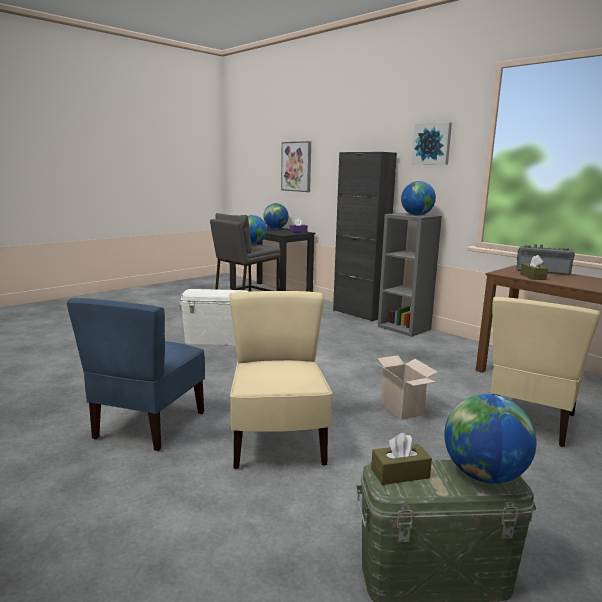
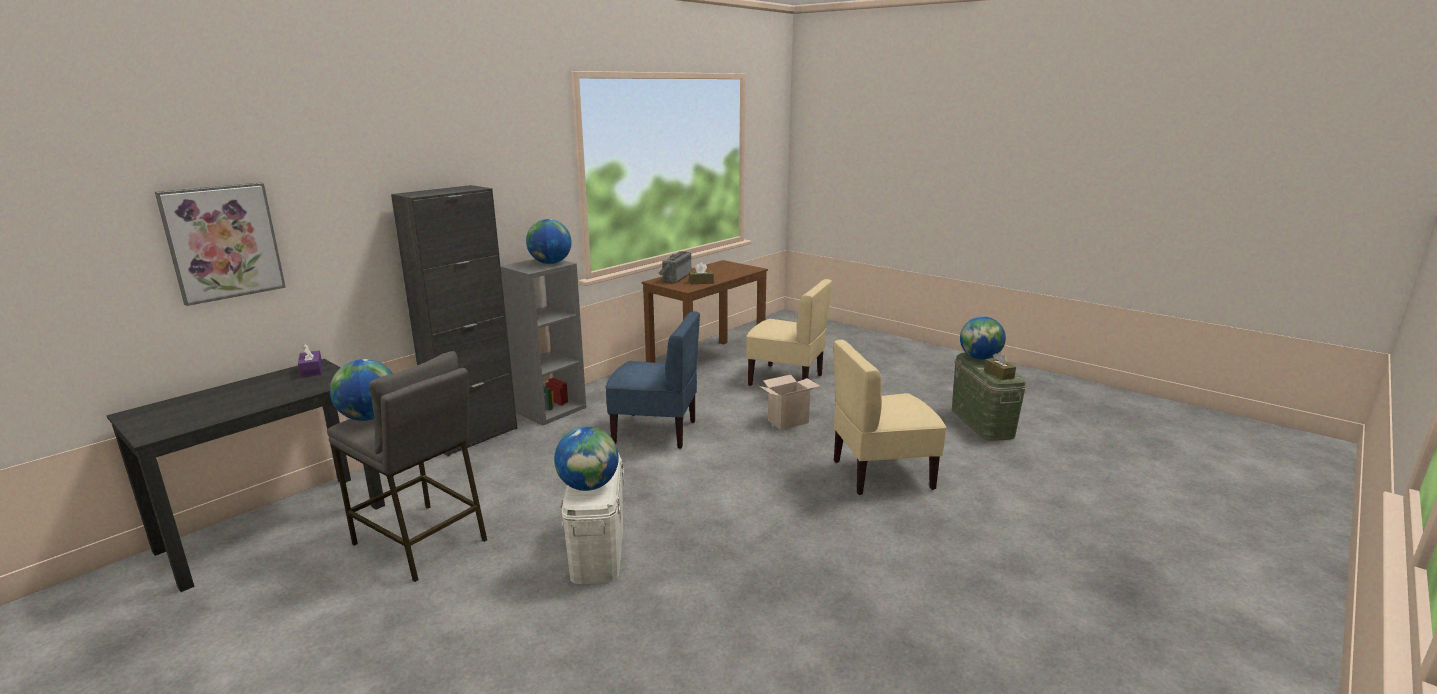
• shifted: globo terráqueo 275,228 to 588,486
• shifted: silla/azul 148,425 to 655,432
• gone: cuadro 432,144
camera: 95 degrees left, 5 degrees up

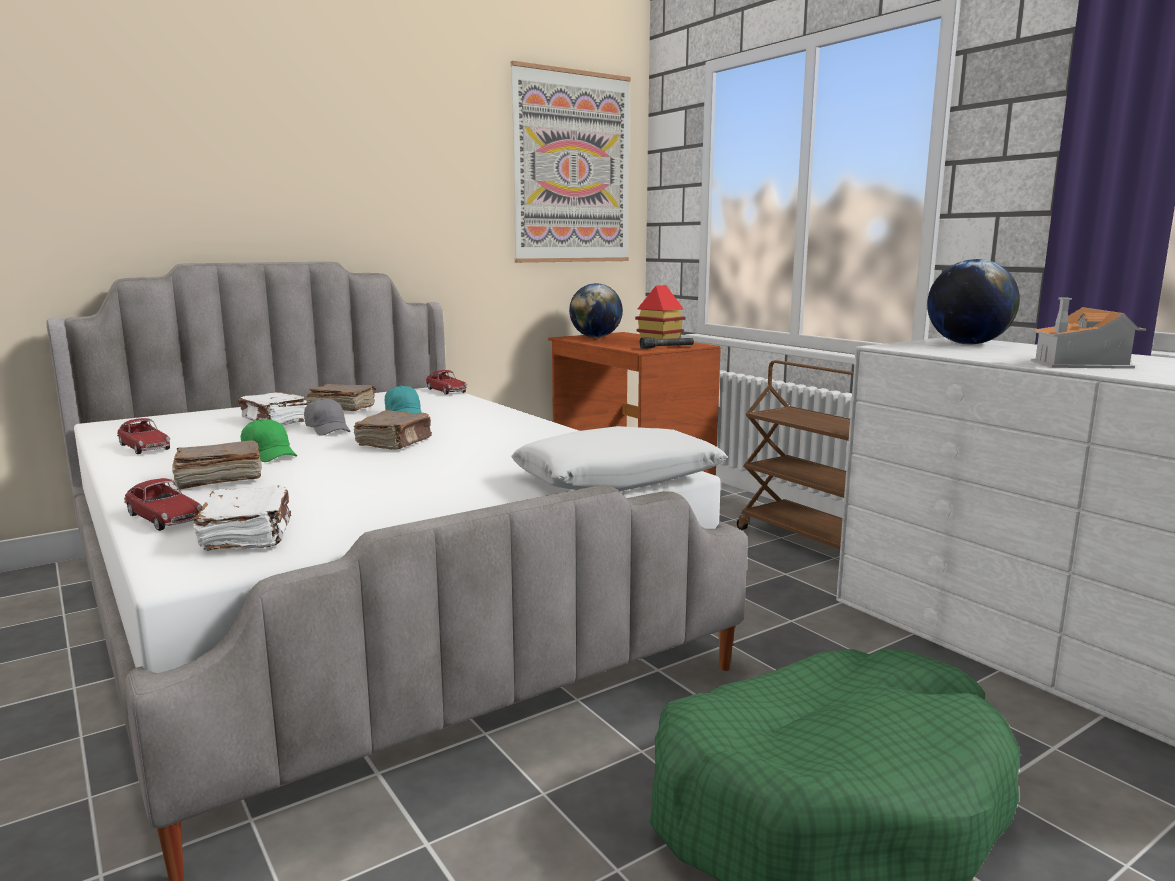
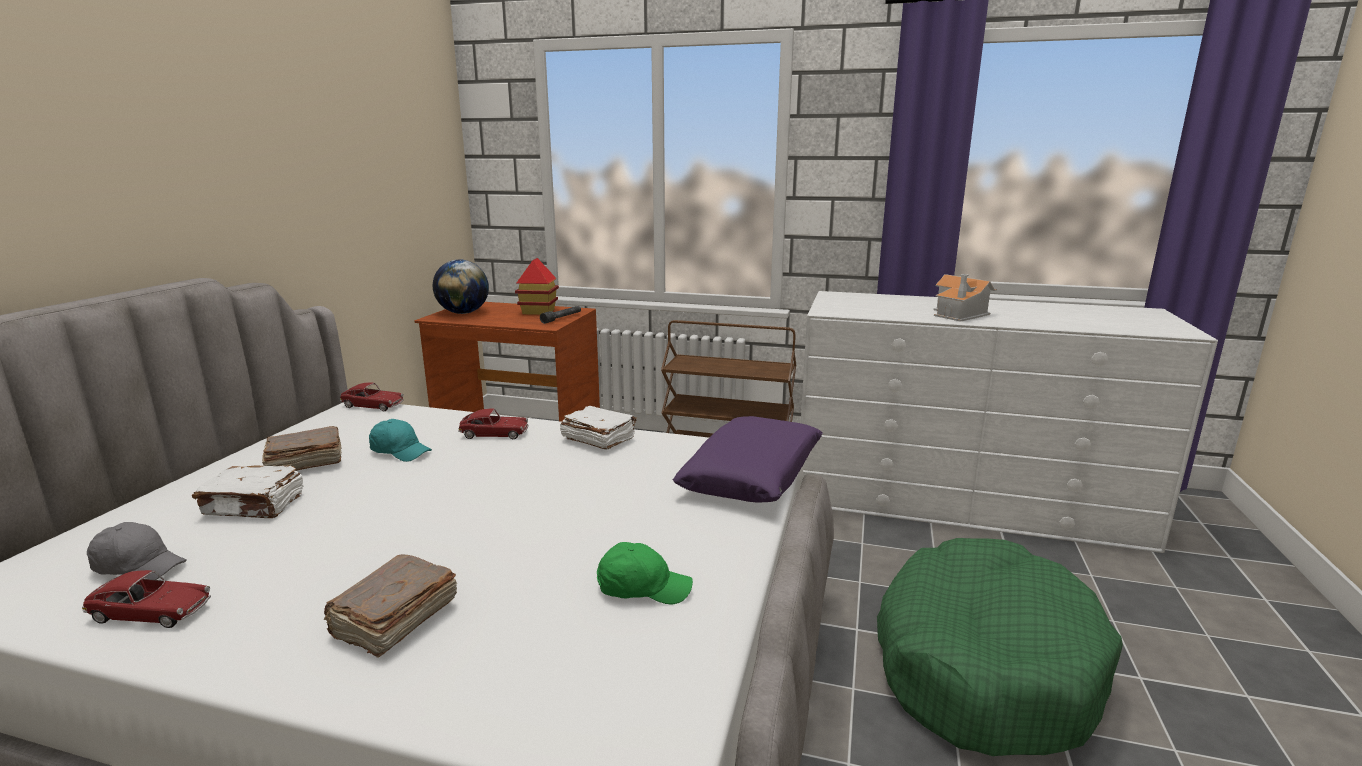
• shifted: gorra/gris 328,429 to 140,567
• shifted: coche de juguete 164,518 to 494,434
• shifted: libro/blanco 249,536 to 598,439
• shifted: gorra/verde 270,454 to 643,588
• repainted: cojín/blanco 618,479 to cojín/morado 752,474
• gone: libro/marrón 395,443
• gone: cuadro 572,168
• gone: globo terráqueo 967,344
camera: 40 degrees left, 5 degrees up

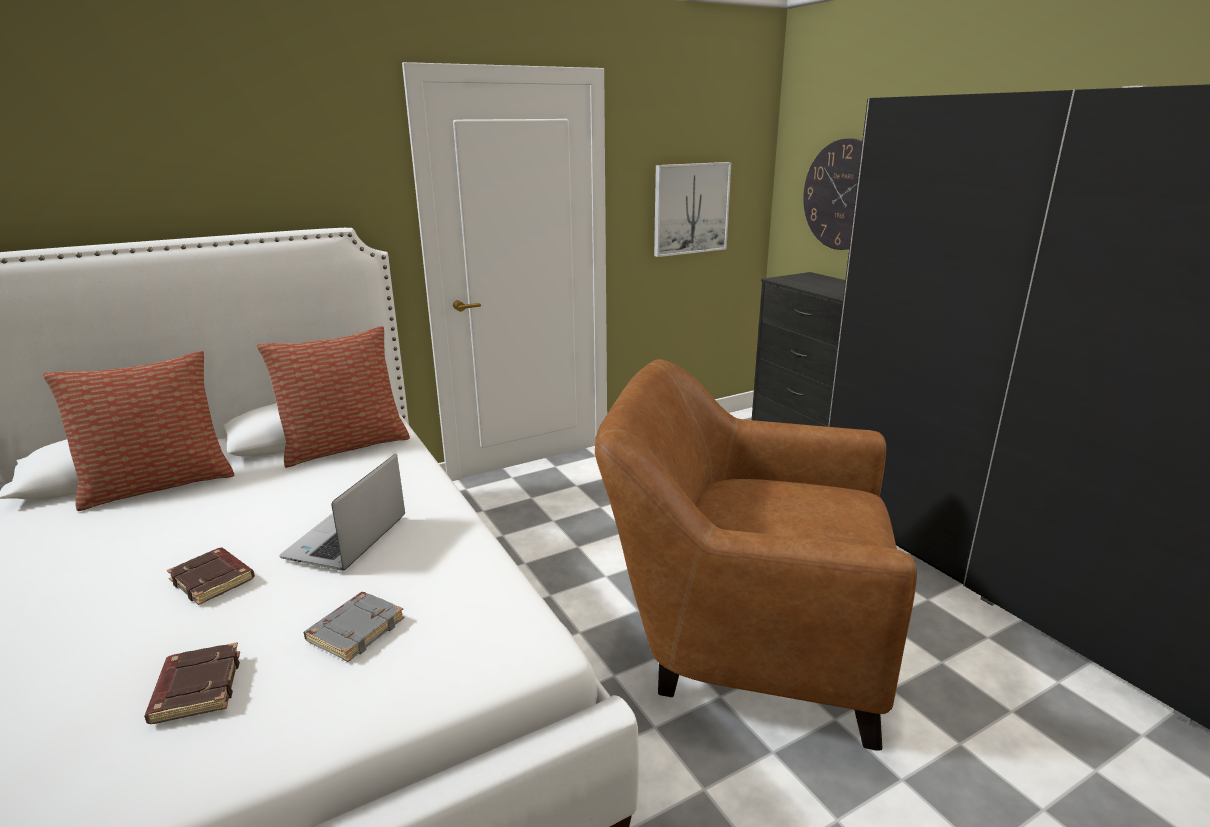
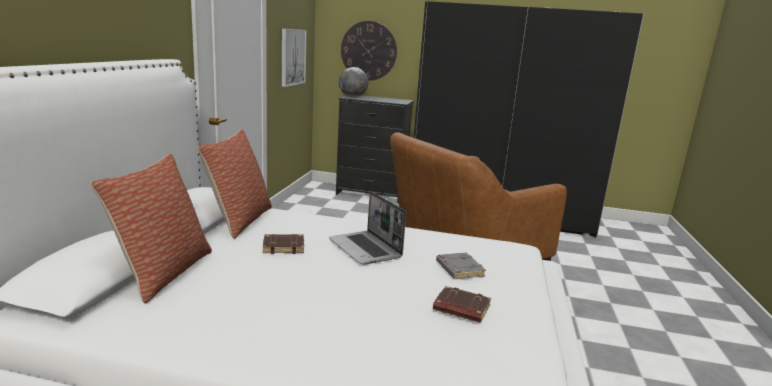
• shifted: libro/marrón 214,580 to 284,247
• new: globo terráqueo 352,97
camera: 50 degrees left, 5 degrees down

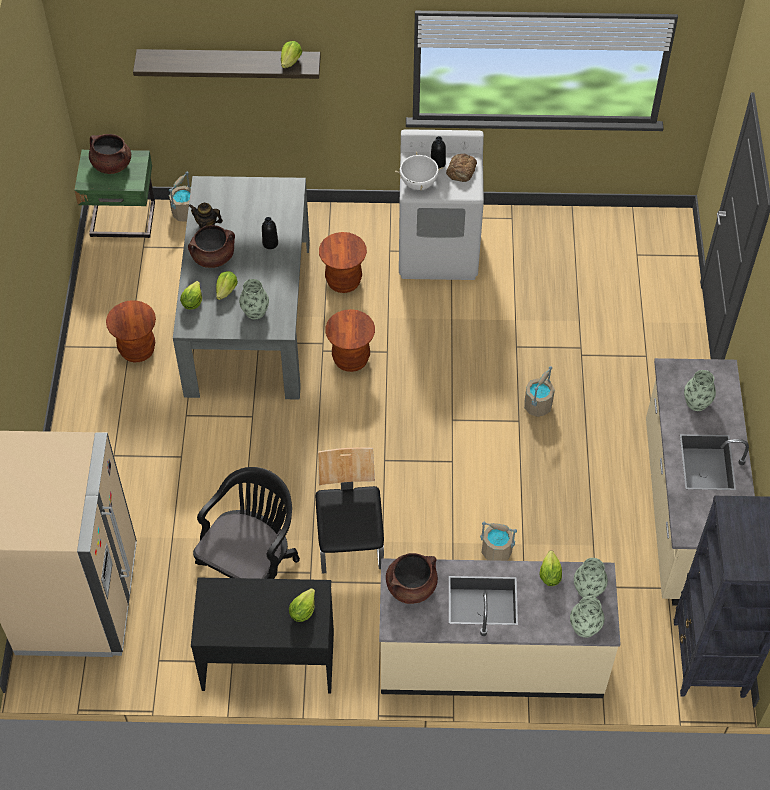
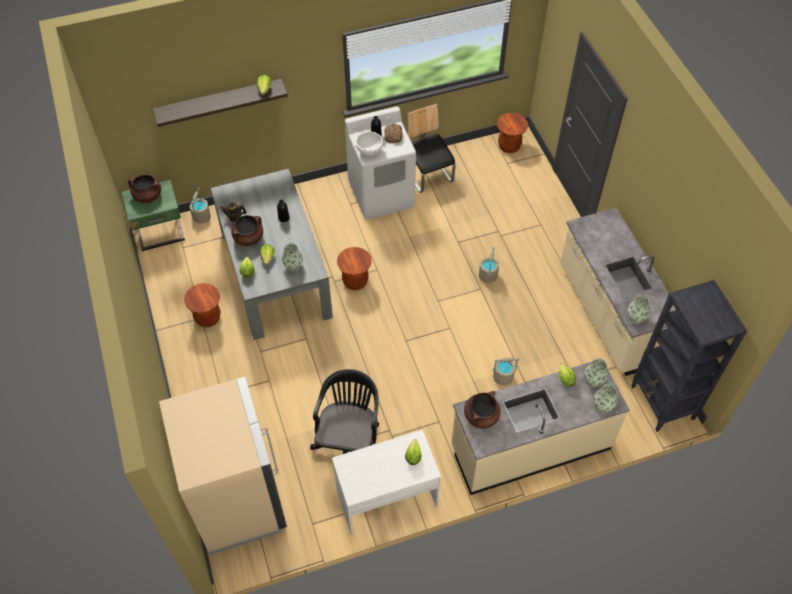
• repainted: escritorio/negro 268,659 to escritorio/blanco 386,497
• shifted: silla 351,543 to 428,175
• shifted: taburete/marrón 343,281 to 509,146
• shifted: florero 696,402 to 635,317
camera: 20 degrees left, 0 degrees up

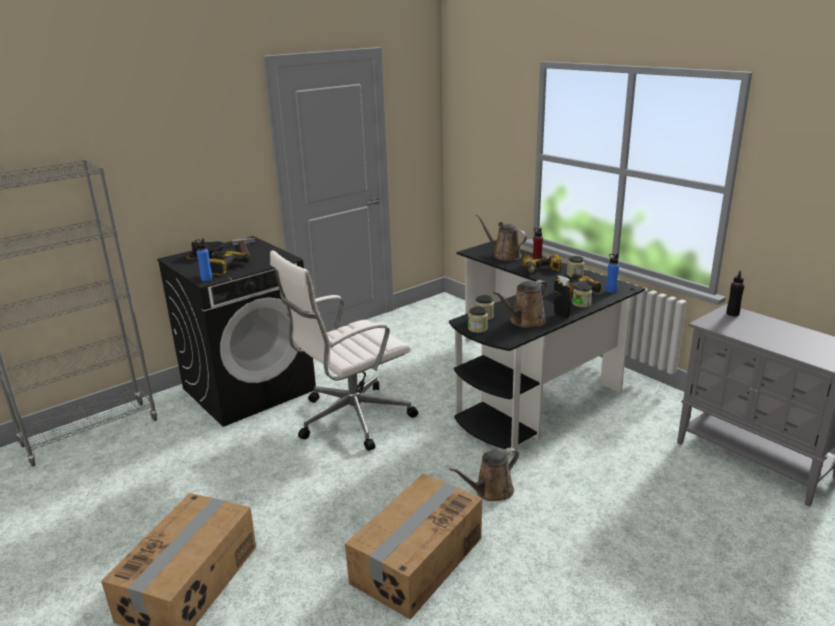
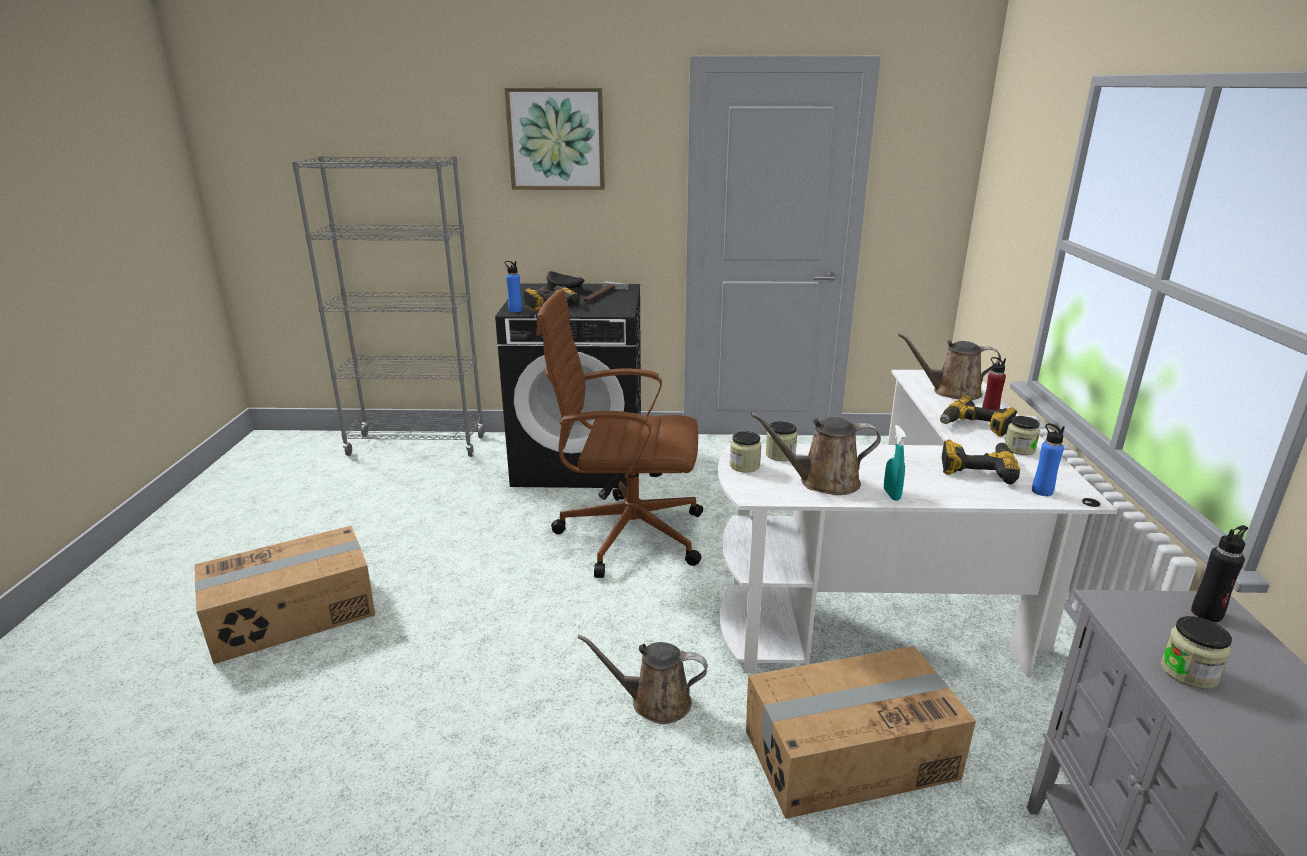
• new: cuadro 556,139
• repainted: silla de oficina/blanco 350,419 to silla de oficina/marrón 626,534
• repainted: escritorio/negro 533,383 to escritorio/blanco 902,597
• shifted: caja de cartón 416,560 to 848,753
• repainted: pulverizador/negro 561,315 to pulverizador/turquesa 891,494
• rotated: regadera/marrón 504,255 = 951,392 75 degrees counterclockwise
• shifted: tarro 581,304 to 1188,672
camera: 40 degrees right, 0 degrees up

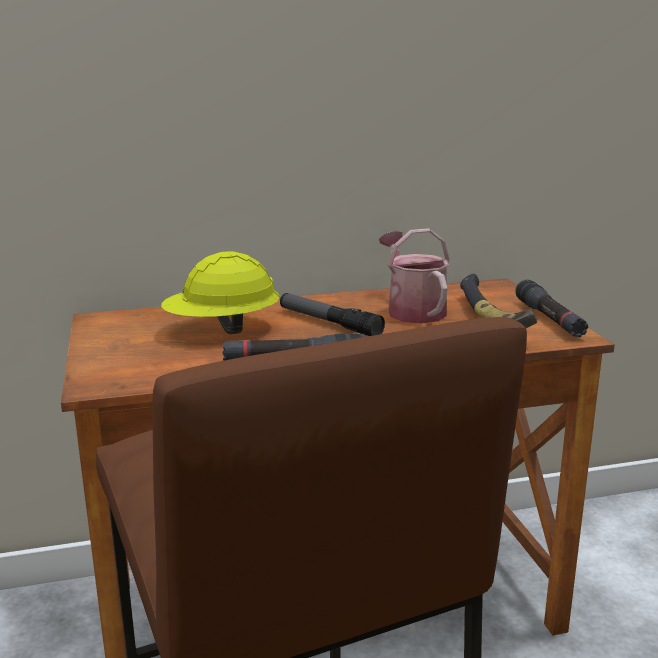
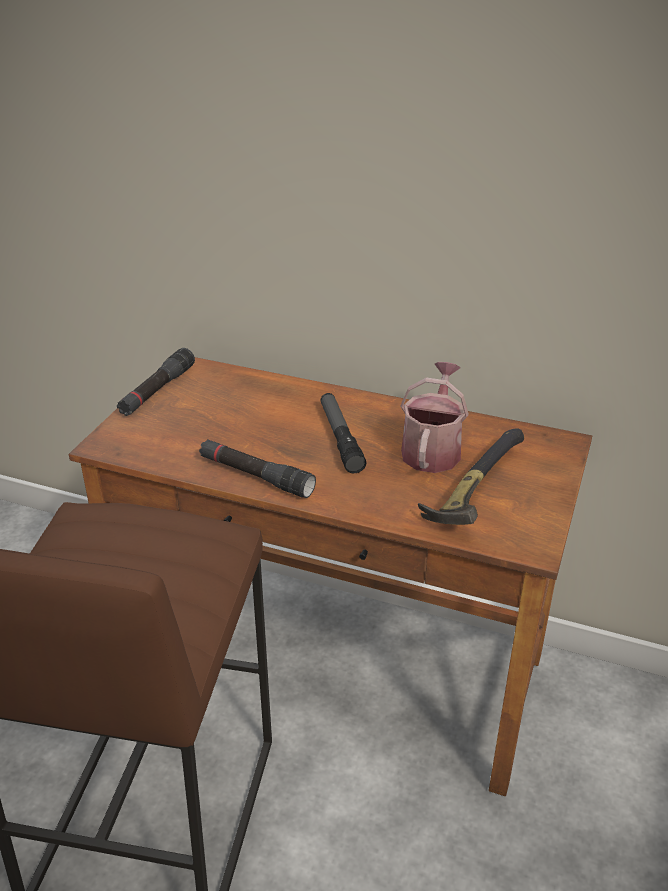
• shifted: linterna/negro 549,319 to 157,390
• gone: casco/amarillo 222,330
camera: 35 degrees right, 15 degrees up

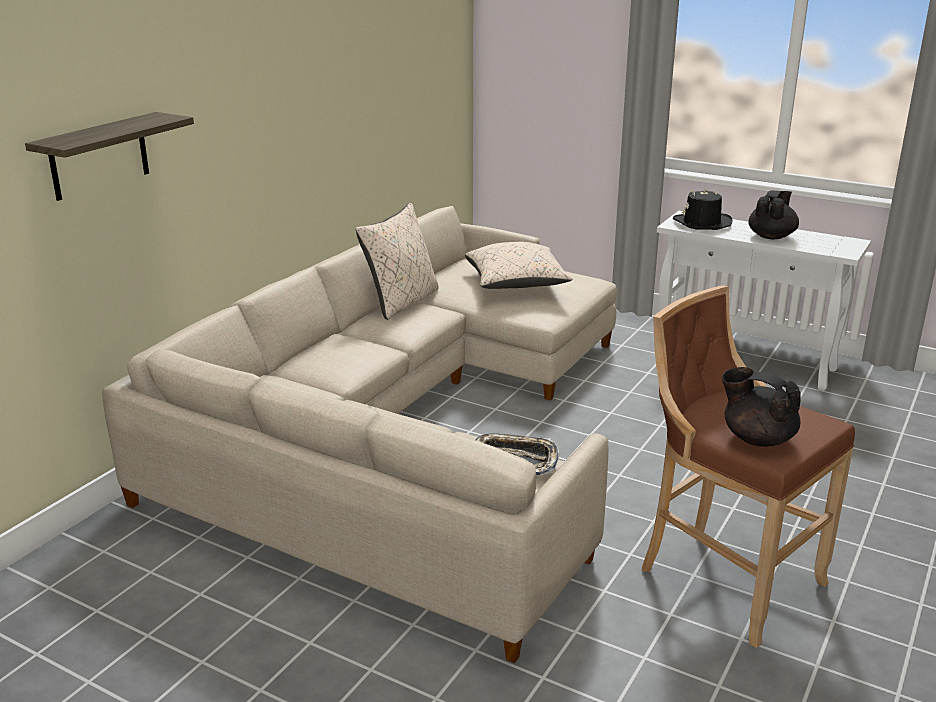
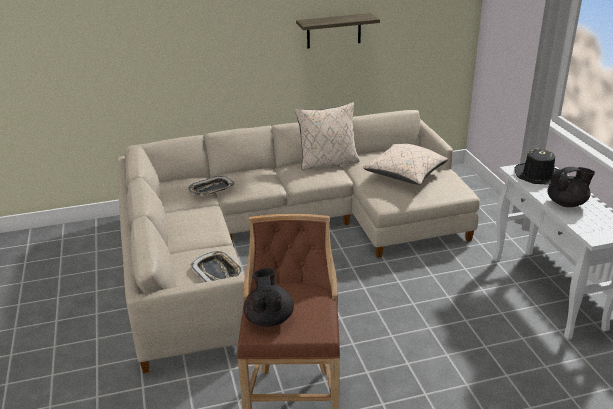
• new: bandeja 211,189
• shifted: estante 99,156 to 333,31
camera: 45 degrees right, 5 degrees up

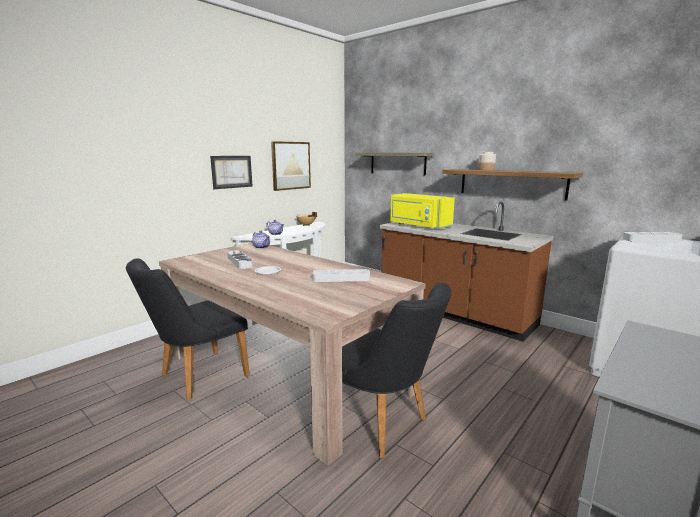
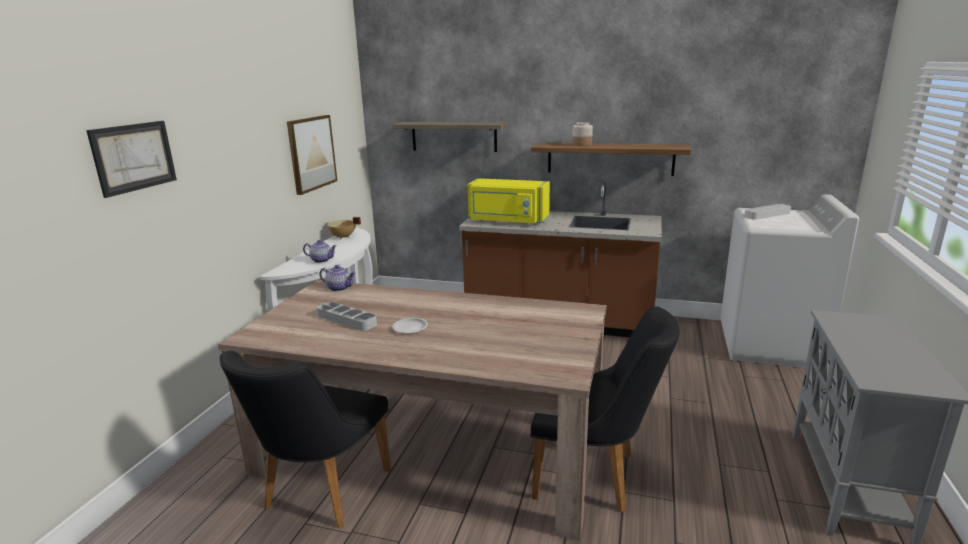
• shifted: cuadro 232,171 to 134,157
• gone: bandeja/gris 341,279
camera: 25 degrees left, 5 degrees up

